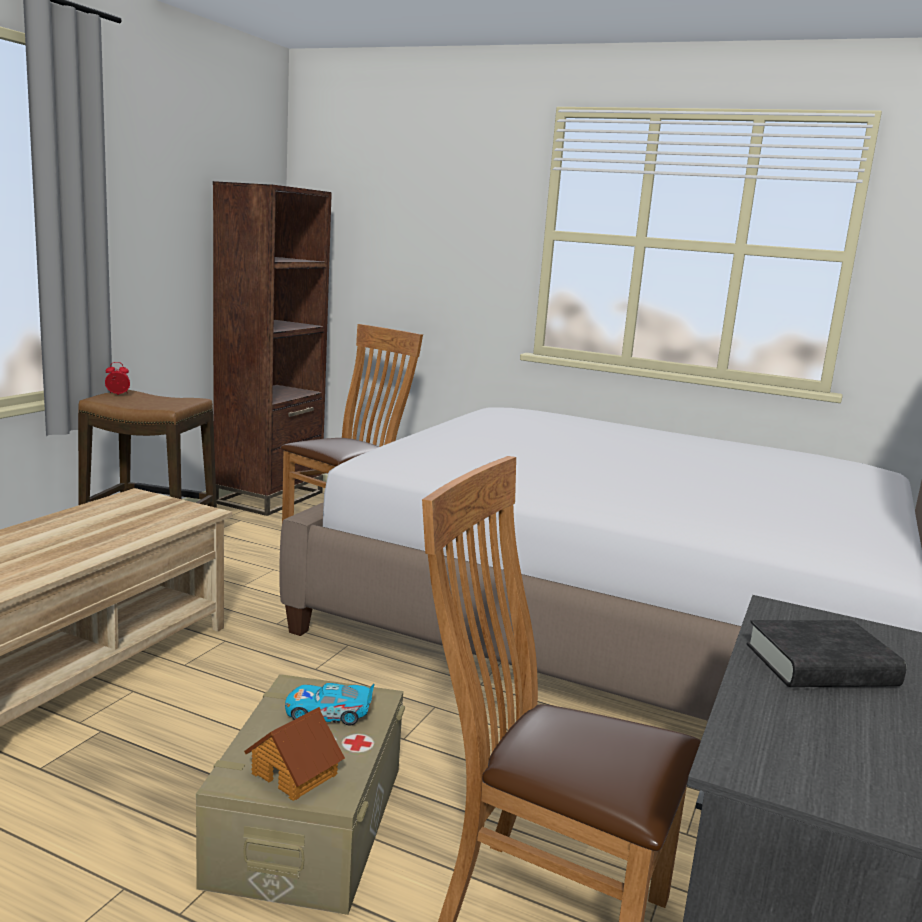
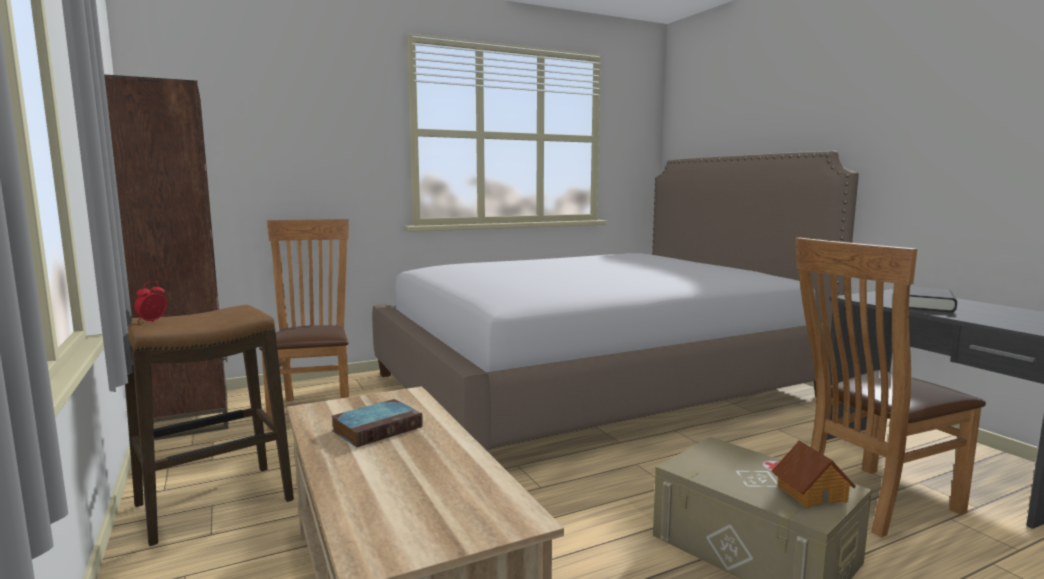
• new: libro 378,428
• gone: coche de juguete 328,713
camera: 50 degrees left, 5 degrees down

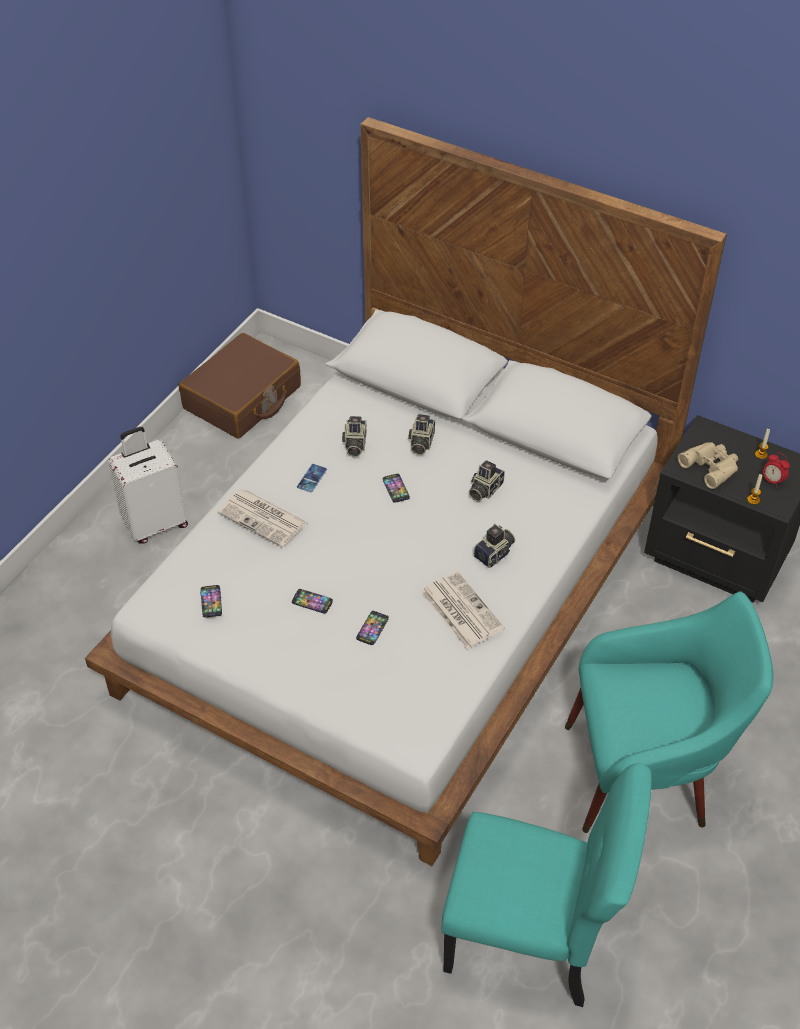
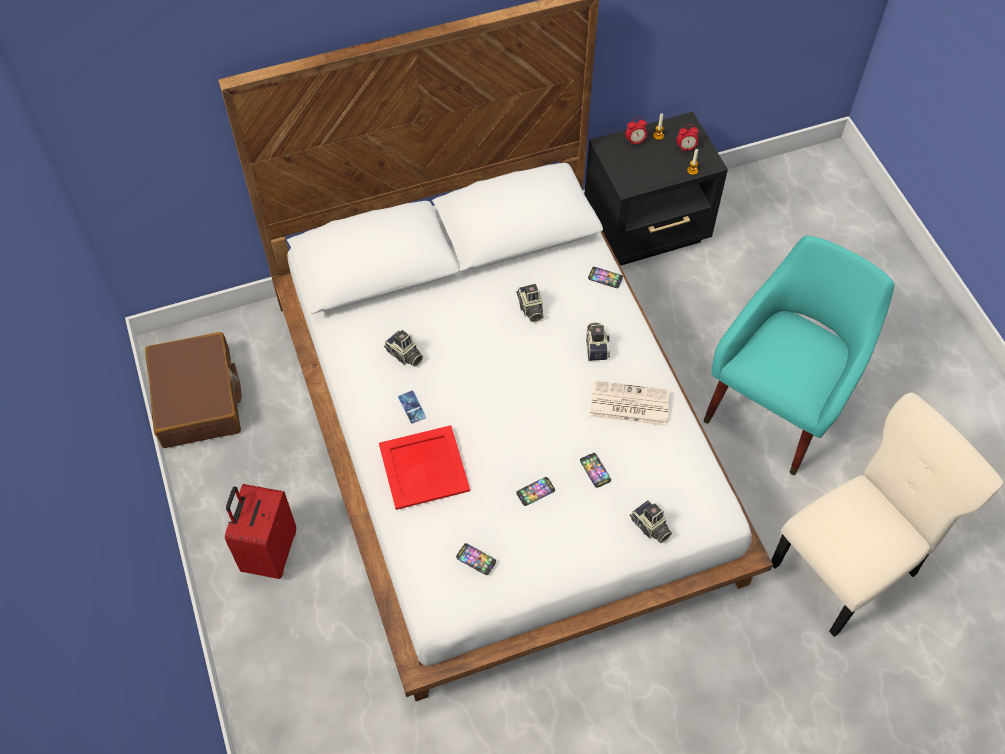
• repainted: maleta/blanco 155,523 to maleta/rojo 269,553
• swapped: periódico 264,518 to bandeja/rojo 424,466
• shifted: móvil 396,488 to 605,278
• new: despertador 635,141
• shifted: cámara 420,443 to 650,528
• repainted: silla/turquesa 532,940 to silla/beis 849,566
• gone: prismáticos/beis 711,466
camera: 50 degrees left, 10 degrees up

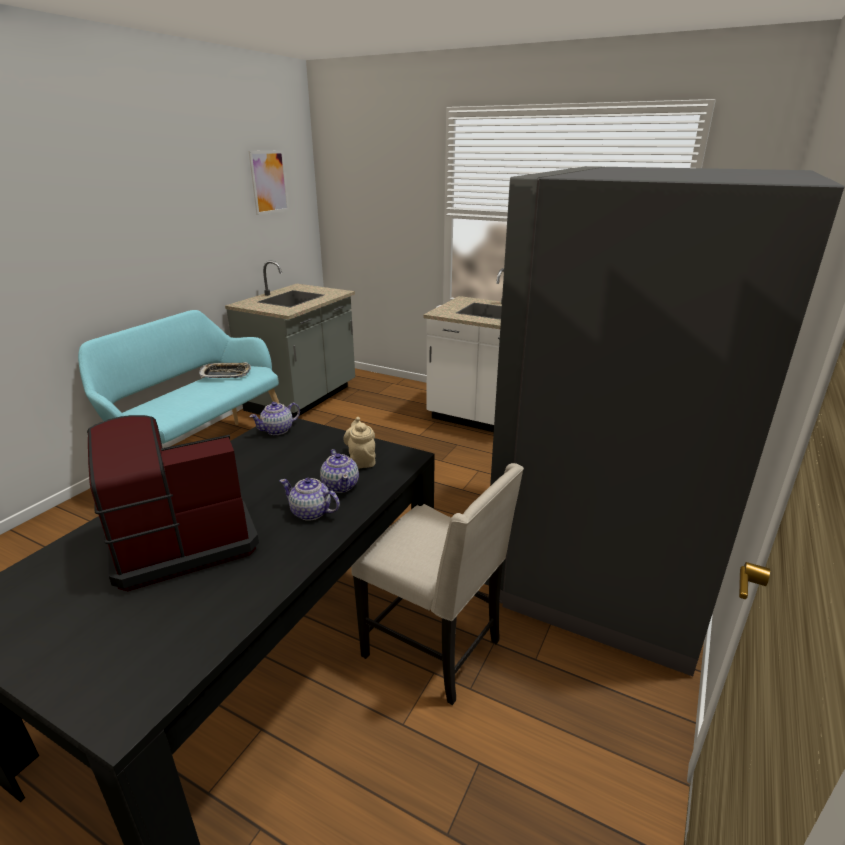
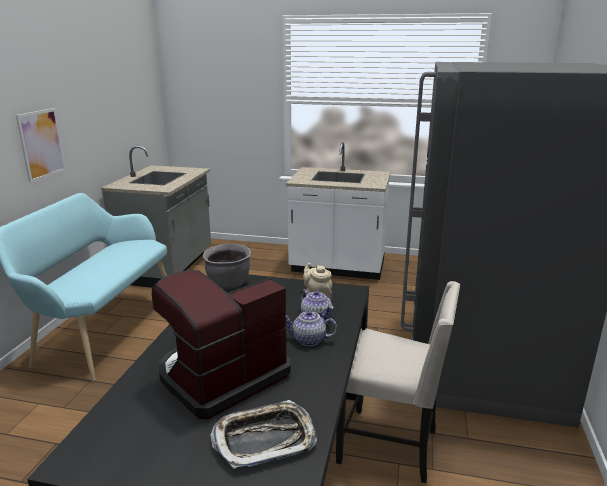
• shifted: cuadro 269,182 to 41,144
• swapped: tetera 278,430 to olla/gris 229,284
• shifted: bandeja 225,374 to 264,439
camera: 15 degrees left, 5 degrees down

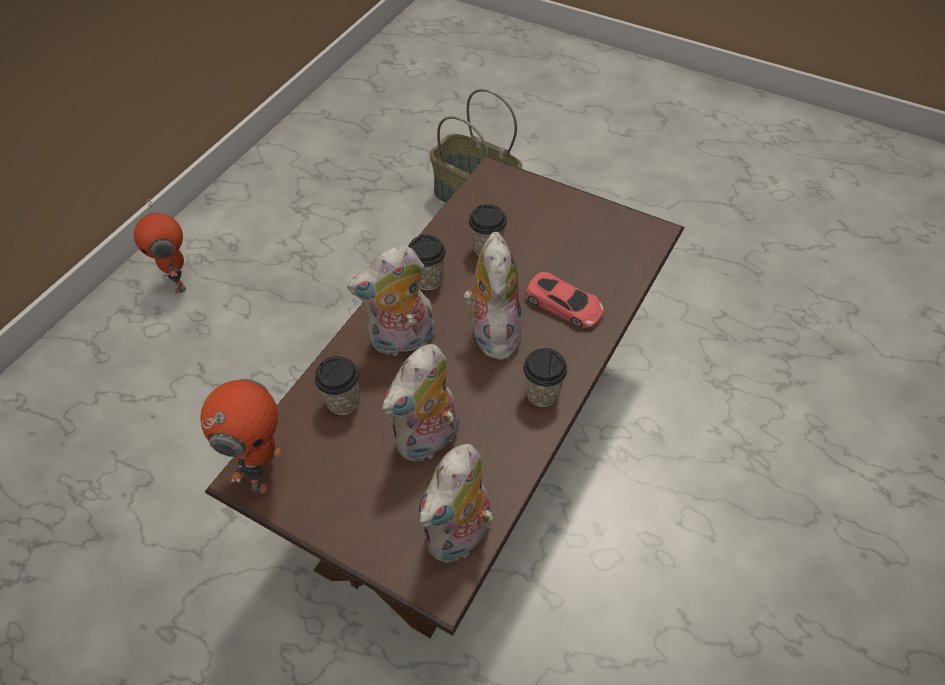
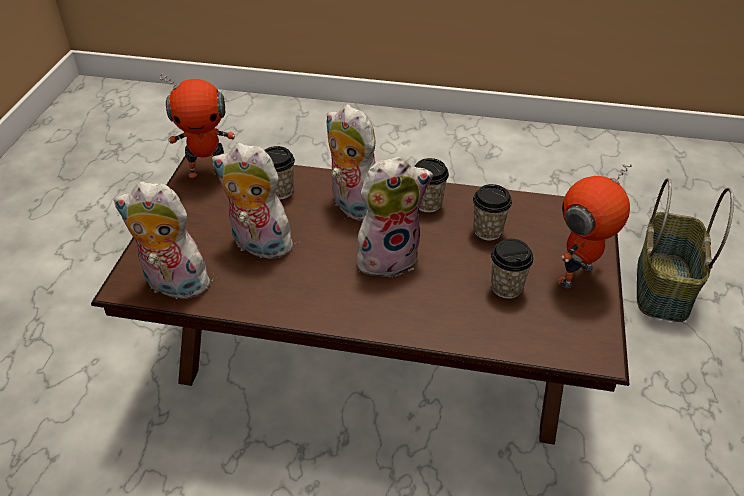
• shifted: taza 542,393 to 506,287
• shifted: robot de juguete 180,280 to 577,276
• gone: coche de juguete/rojo 564,305
camera: 70 degrees right, 10 degrees down

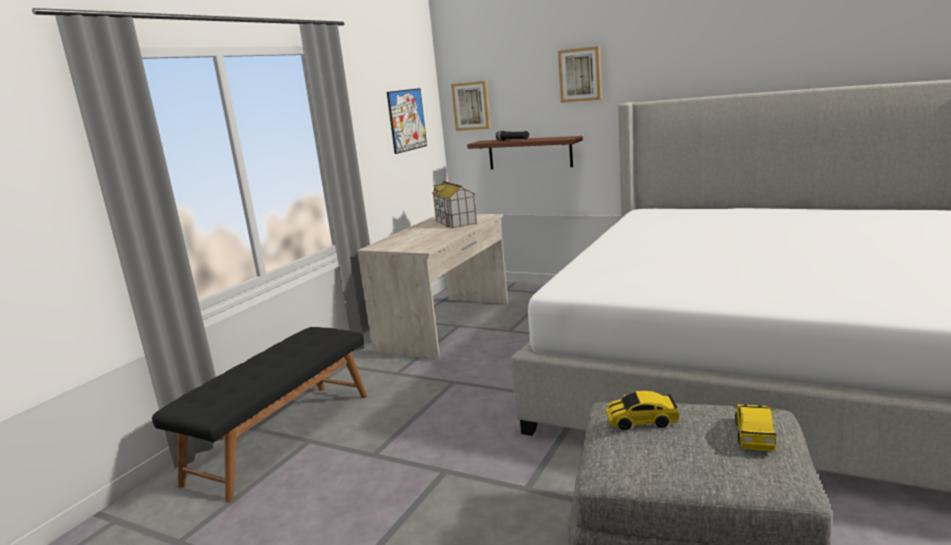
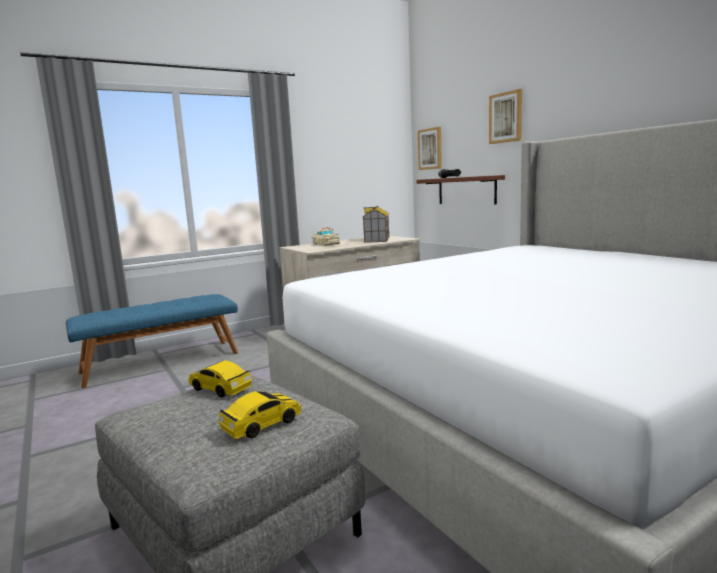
• repainted: banco/negro 281,436 to banco/azul 161,362
• new: coche de juguete/beis 326,244
• gone: cuadro 407,120
camera: 30 degrees right, 5 degrees down

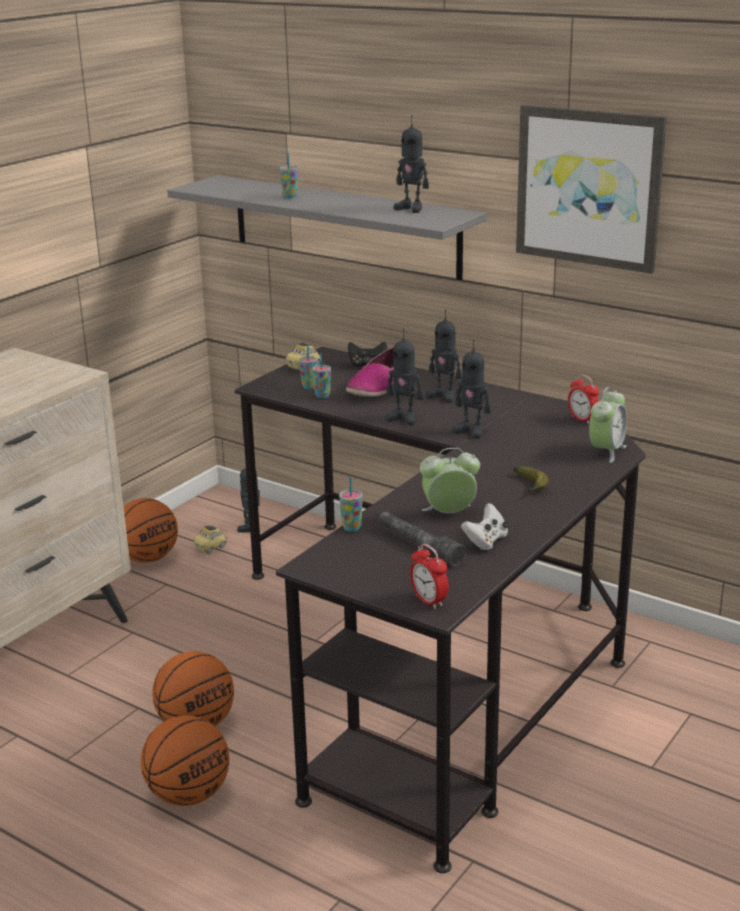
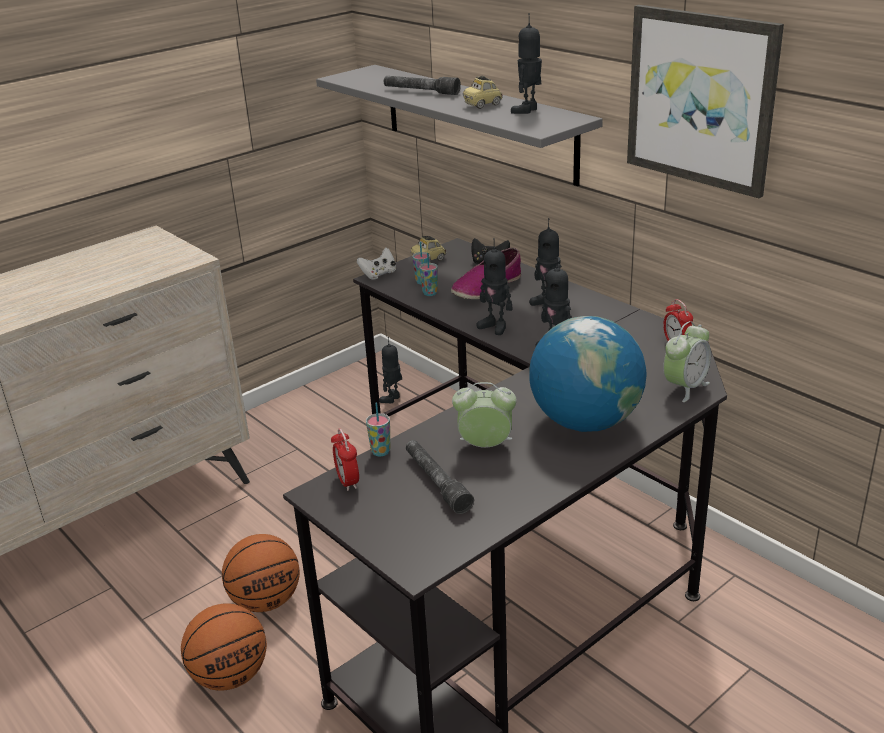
• shifted: despertador 429,601 to 347,482
• shifted: mando de consola/blanco 486,541 to 378,274
• swapped: taza 290,197 to linterna/gris 421,91
• shifted: coche de juguete 211,548 to 483,105
• rotated: robot de juguete 411,208 = 528,110 75 degrees clockwise
• swapped: plátano 531,486 to globo terráqueo 585,422
• gone: balón de baloncesto 148,558
camera: 15 degrees right, 5 degrees up

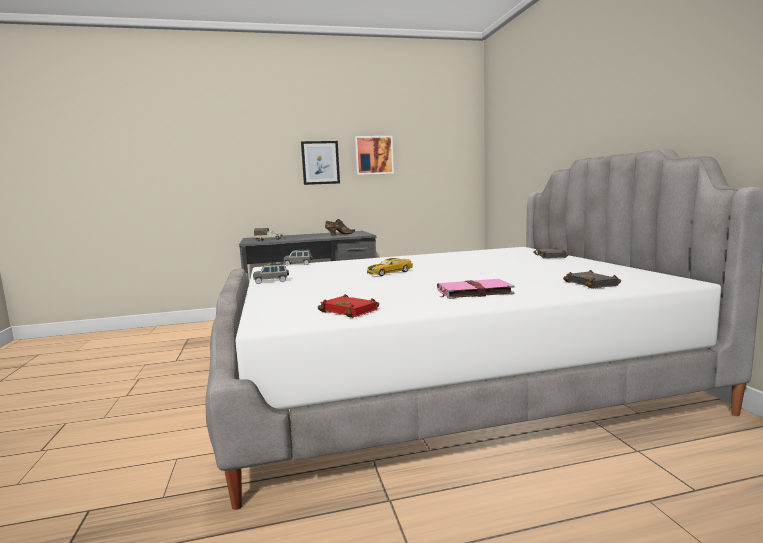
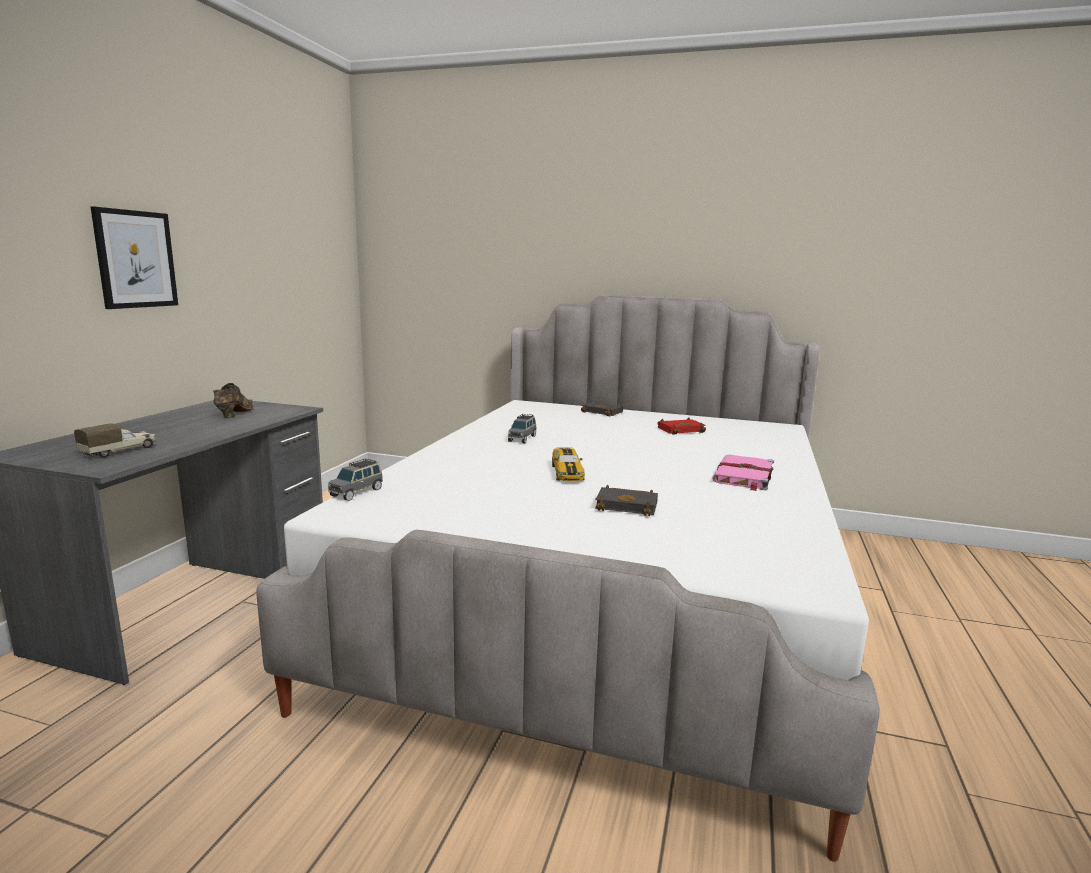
• shifted: coche de juguete/gris 271,281 to 522,438
• shifted: libro/negro 593,284 to 628,506
• shifted: libro/rojo 351,311 to 681,430
• gone: cuadro 373,155
camera: 60 degrees left, 5 degrees up

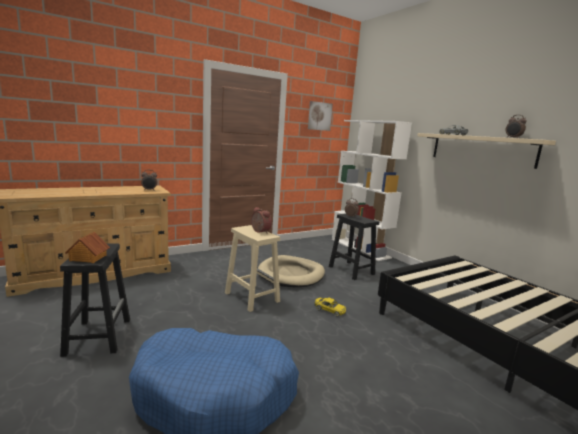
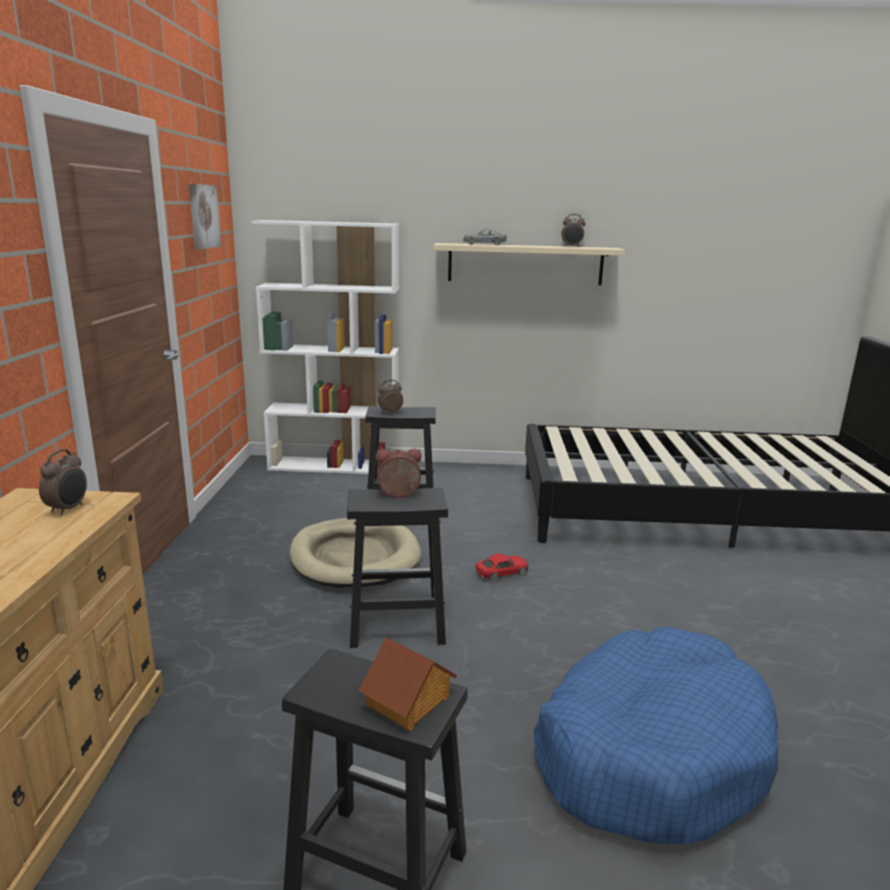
• repainted: taburete/beis 251,297 to taburete/negro 395,625
• repainted: coche de juguete/amarillo 329,310 to coche de juguete/rojo 501,573
camera: 55 degrees left, 5 degrees up

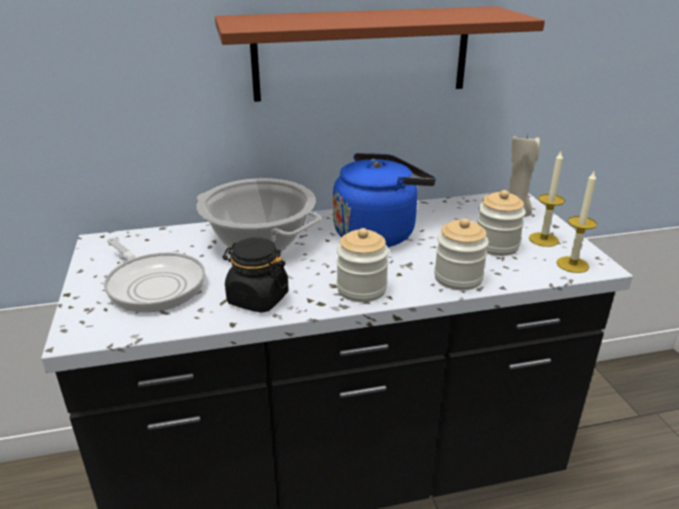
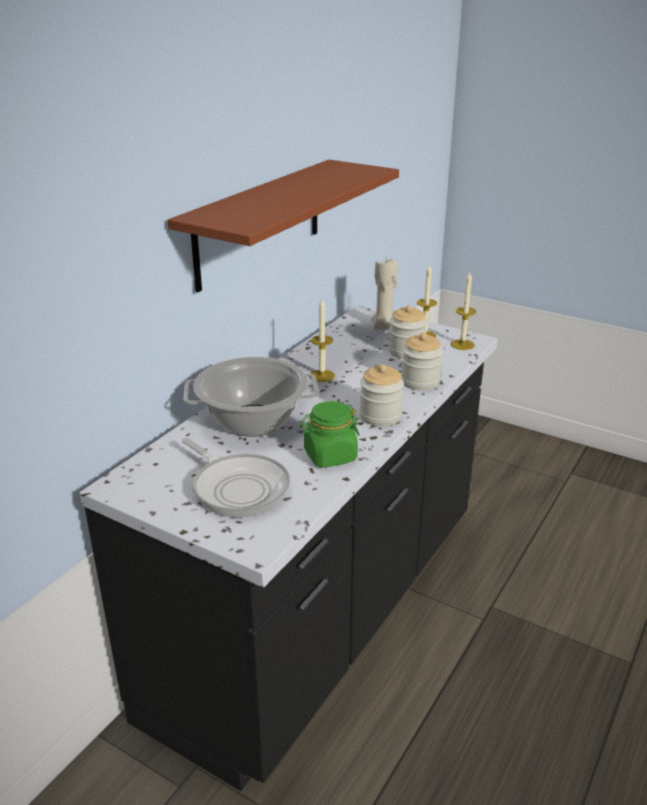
• rotated: sartén 154,284 = 238,487 45 degrees clockwise
• repainted: tarro/negro 257,298 to tarro/verde 330,456
• swapped: hervidor/azul 378,233 to vela 322,376
camera: 45 degrees left, 0 degrees up

